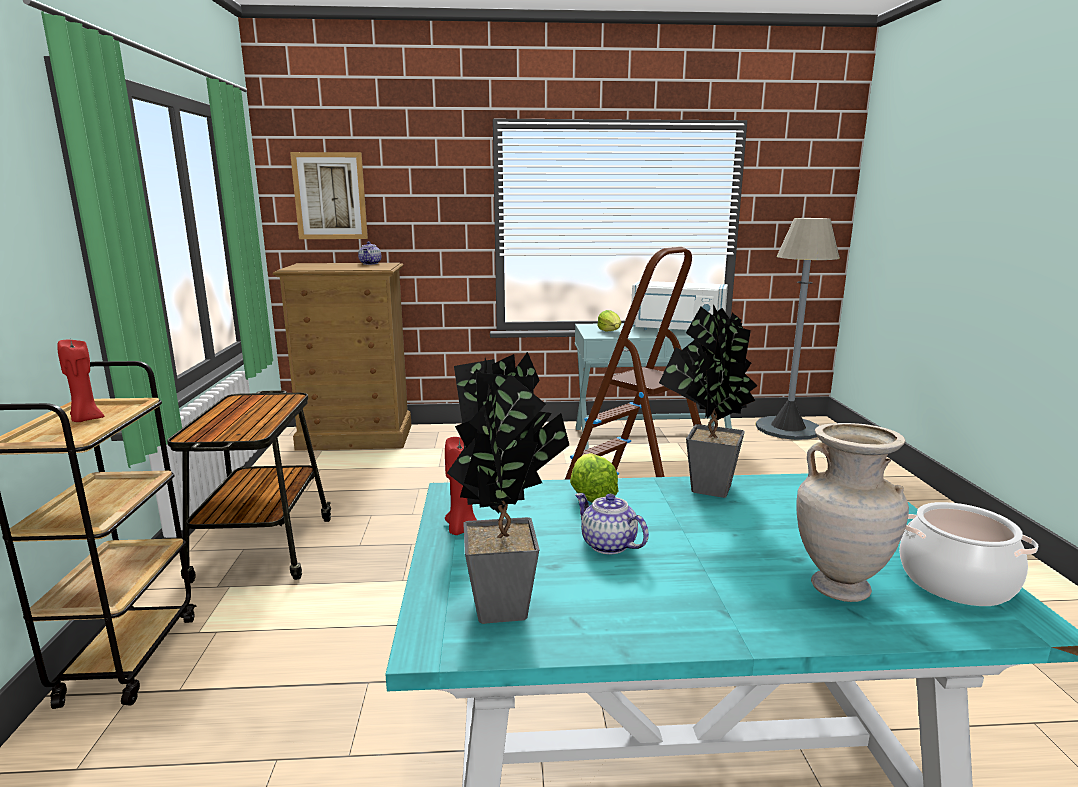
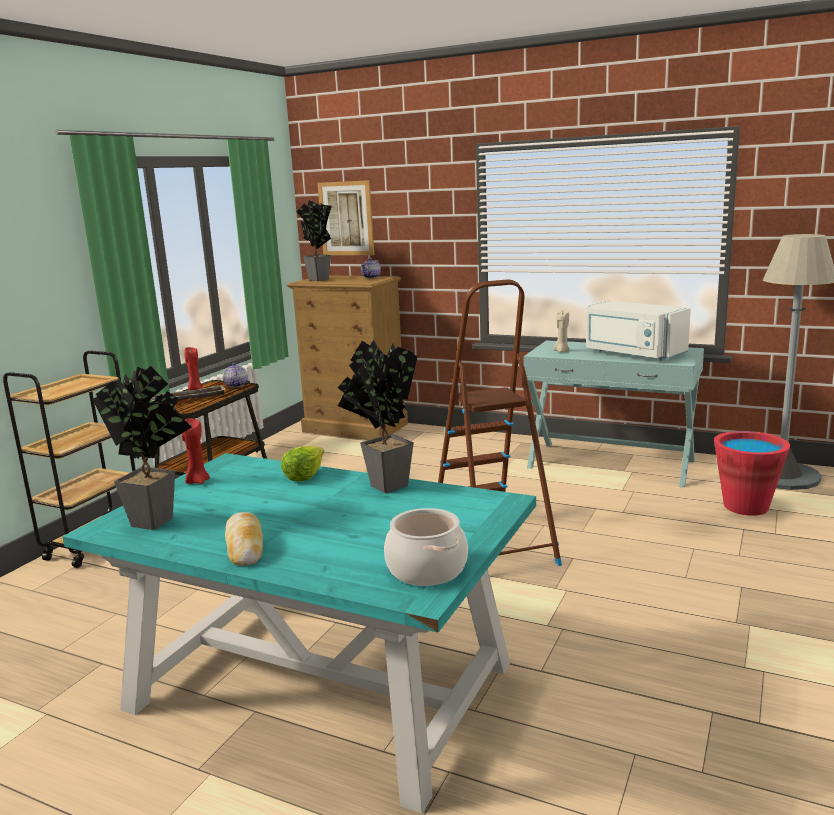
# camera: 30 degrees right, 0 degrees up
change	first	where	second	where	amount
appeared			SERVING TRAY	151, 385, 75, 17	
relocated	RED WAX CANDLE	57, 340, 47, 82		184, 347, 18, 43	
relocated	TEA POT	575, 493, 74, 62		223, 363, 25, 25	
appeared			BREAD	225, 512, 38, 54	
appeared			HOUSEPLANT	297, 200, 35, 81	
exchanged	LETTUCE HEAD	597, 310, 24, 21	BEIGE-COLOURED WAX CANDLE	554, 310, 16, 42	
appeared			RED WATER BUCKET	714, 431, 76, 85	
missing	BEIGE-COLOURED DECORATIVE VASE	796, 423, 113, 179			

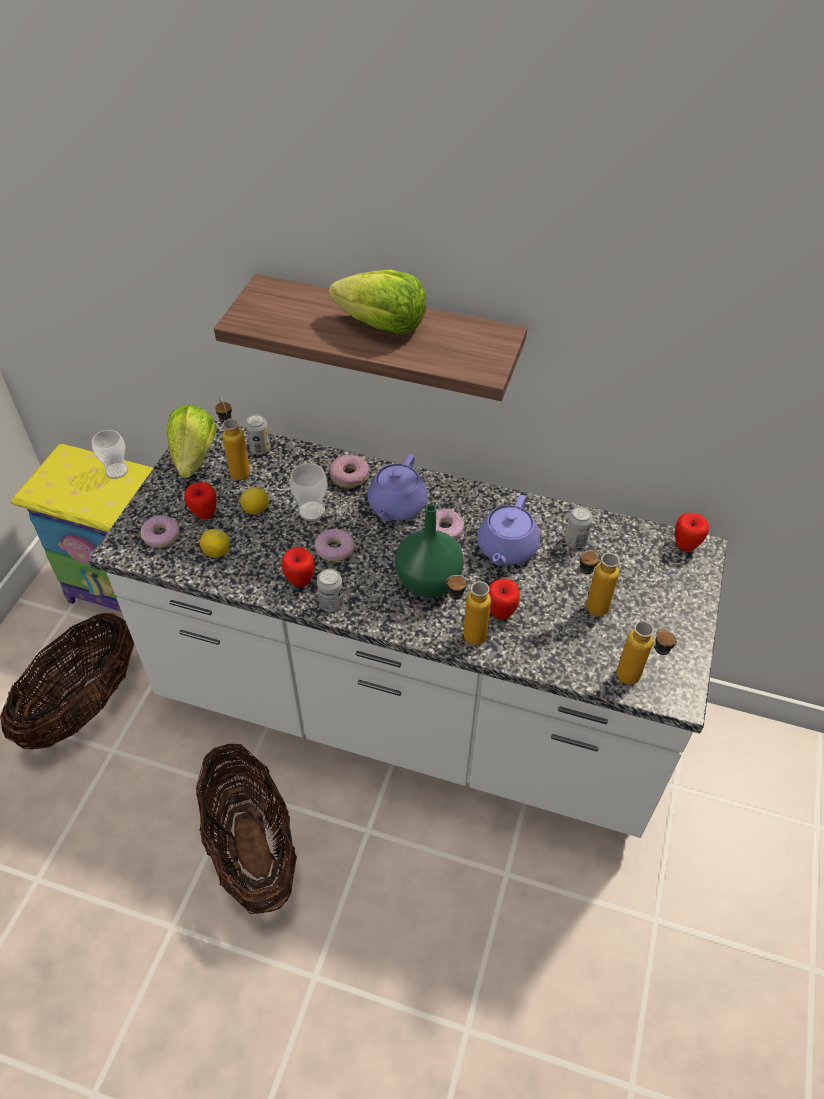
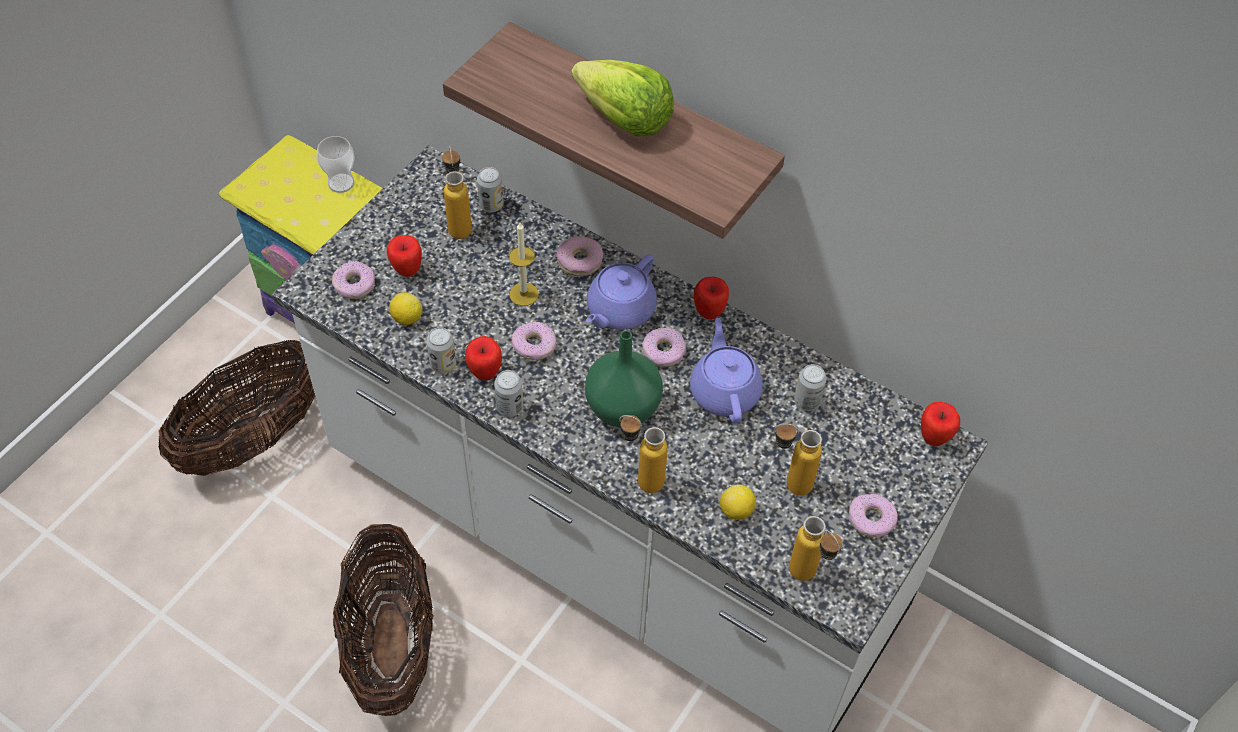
# camera: 15 degrees right, 5 degrees up
change	first	where	second	where	amount
appeared			SEALED CAN	426, 327, 30, 47	
exchanged	SMALL CUP	290, 463, 38, 58	WAX CANDLE	509, 223, 30, 83	
spun	PURPLE TEA POT	477, 495, 63, 71		690, 318, 73, 105	135 degrees clockwise
relocated	WHOLE APPLE	488, 579, 32, 41		694, 276, 35, 44	
relocated	LEMON	240, 487, 29, 28		720, 484, 36, 36	
appeared			DOUGHNUT	849, 494, 49, 44	
missing	LETTUCE HEAD	167, 404, 50, 74			

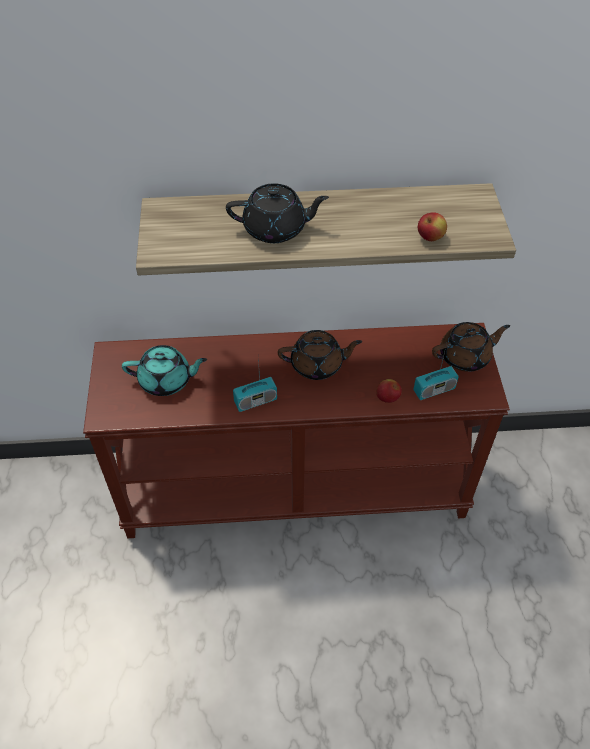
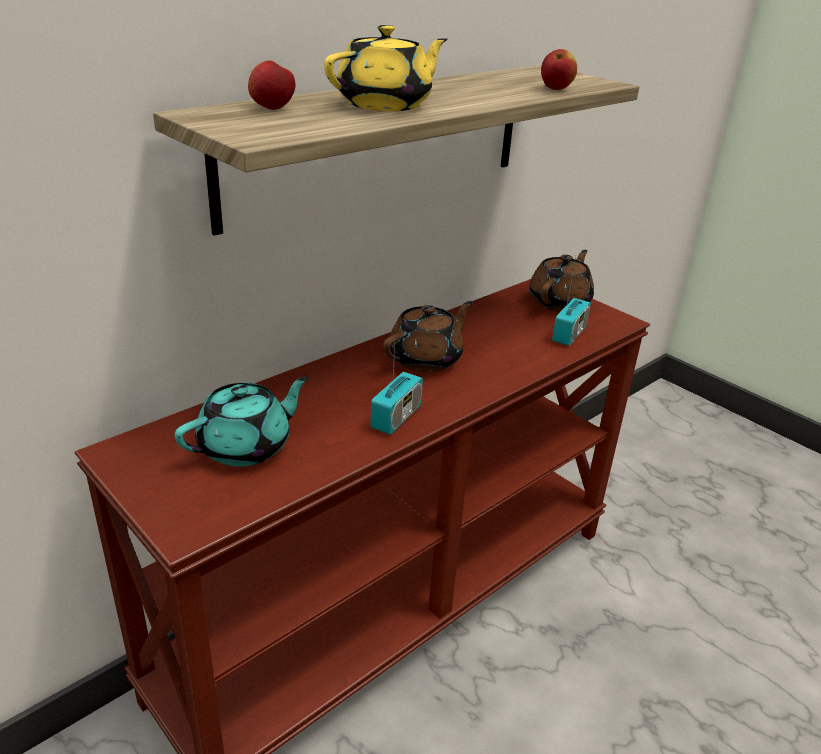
# camera: 40 degrees left, 20 degrees down
change	first	where	second	where	amount
relocated	WHOLE APPLE	376, 379, 26, 24		248, 60, 47, 50	
colour	BLACK-COLOURED TEA POT	226, 183, 103, 60	YELLOW TEA POT	324, 25, 124, 86	

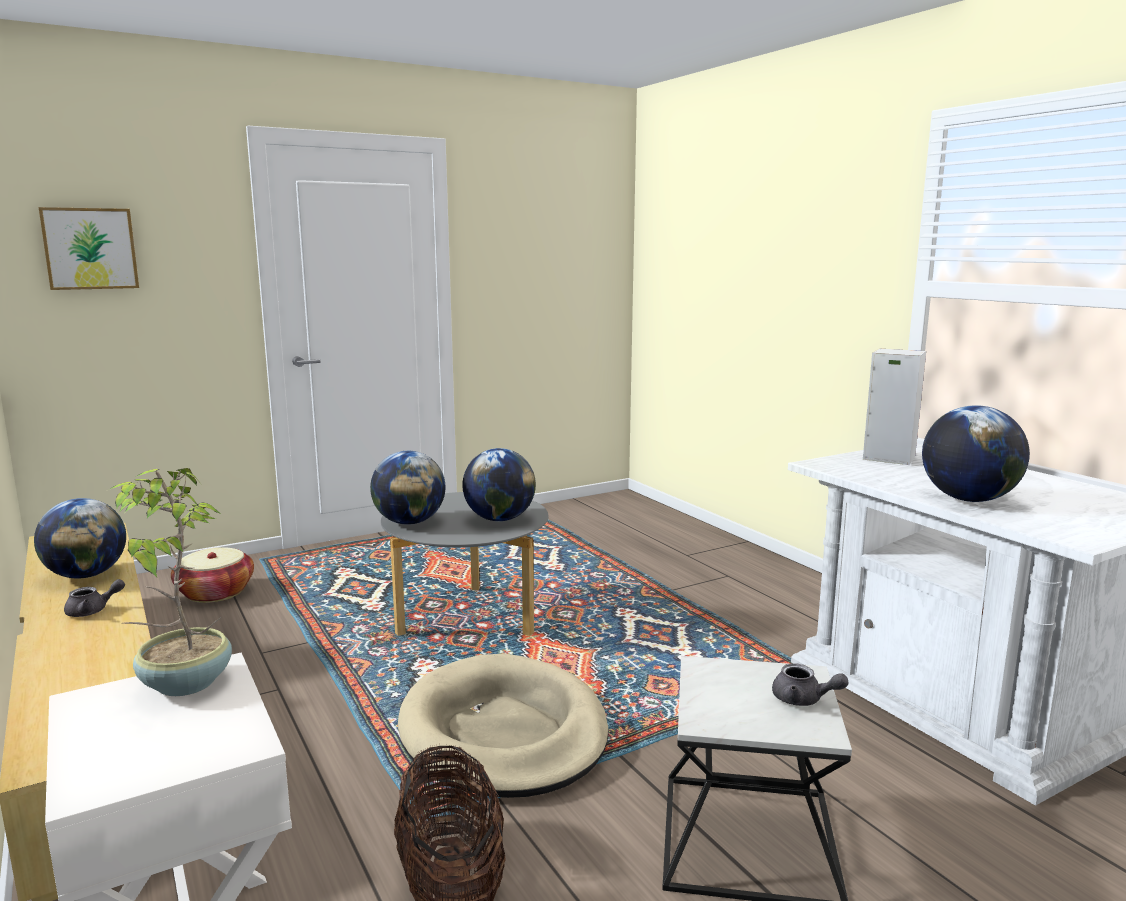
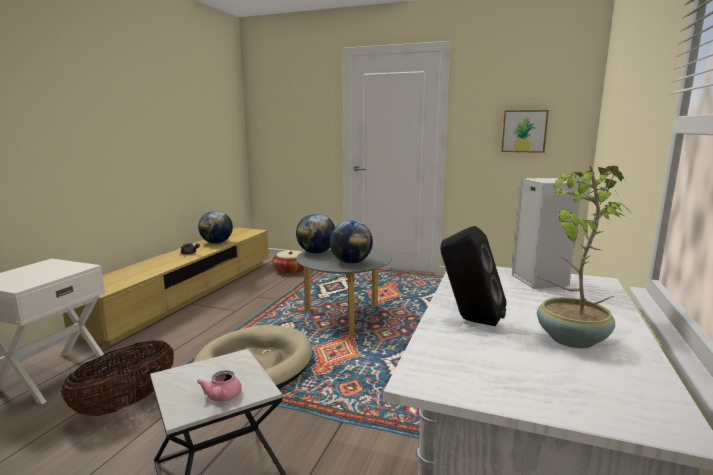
# camera: 50 degrees right, 0 degrees up
change	first	where	second	where	amount
colour	GREYISH TEA POT	772, 663, 77, 43	PINKISH TEA POT	197, 370, 45, 32	
exchanged	GLOBE	922, 405, 108, 97	BLACK-COLOURED LOUDSPEAKER	440, 226, 67, 100	
relocated	PICTURE	39, 207, 100, 83		501, 110, 48, 43	
relocated	HOUSEPLANT	108, 468, 124, 228		537, 165, 93, 183	

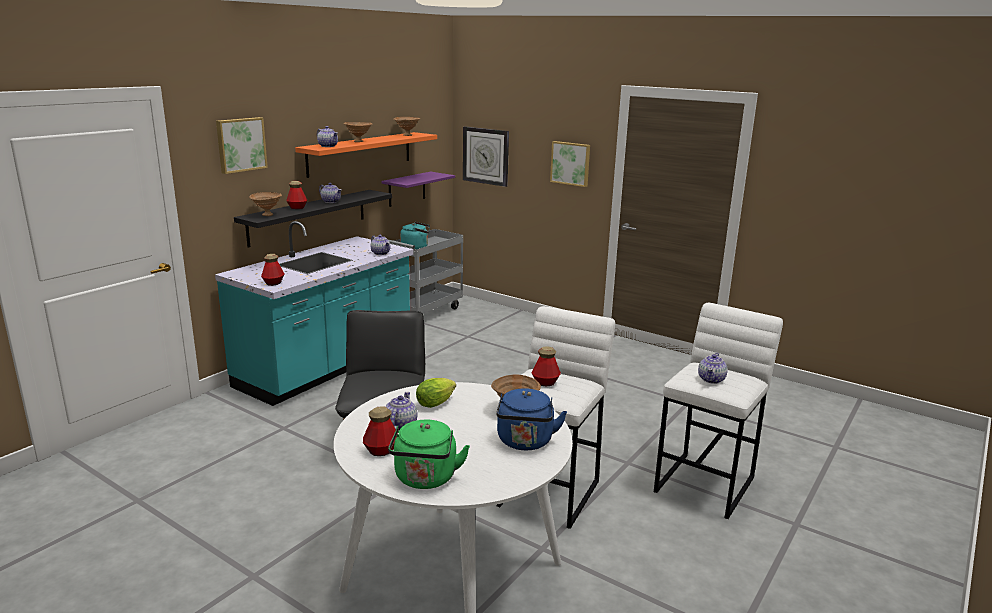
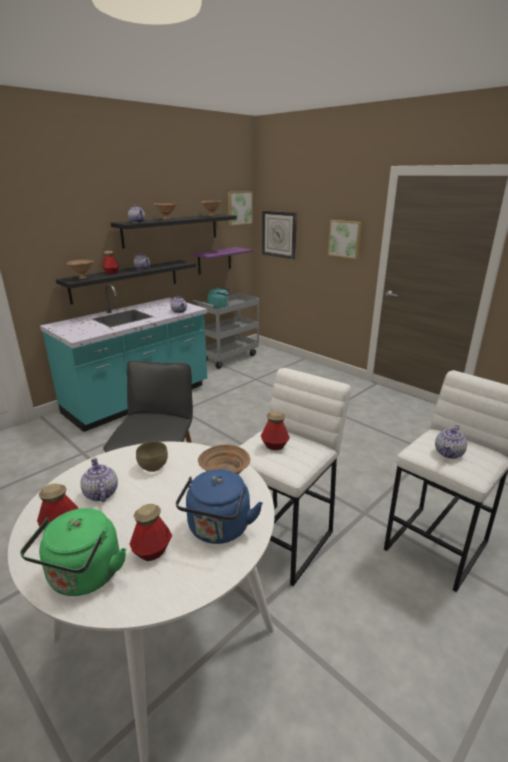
# camera: 10 degrees right, 5 degrees up
change	first	where	second	where	amount
spun	TEA POT	385, 392, 33, 38		80, 458, 38, 44	45 degrees counterclockwise
colour	ORANGE SHELF	295, 132, 142, 46	BLACK-COLOURED SHELF	111, 214, 126, 35	
relocated	DRINK BOTTLE	261, 254, 23, 32		130, 504, 42, 57	
exchanged	LETTUCE HEAD	416, 378, 40, 30	BROWN SERVING BOWL	136, 441, 32, 31	
relocated	PICTURE	216, 117, 52, 57		228, 191, 25, 34	

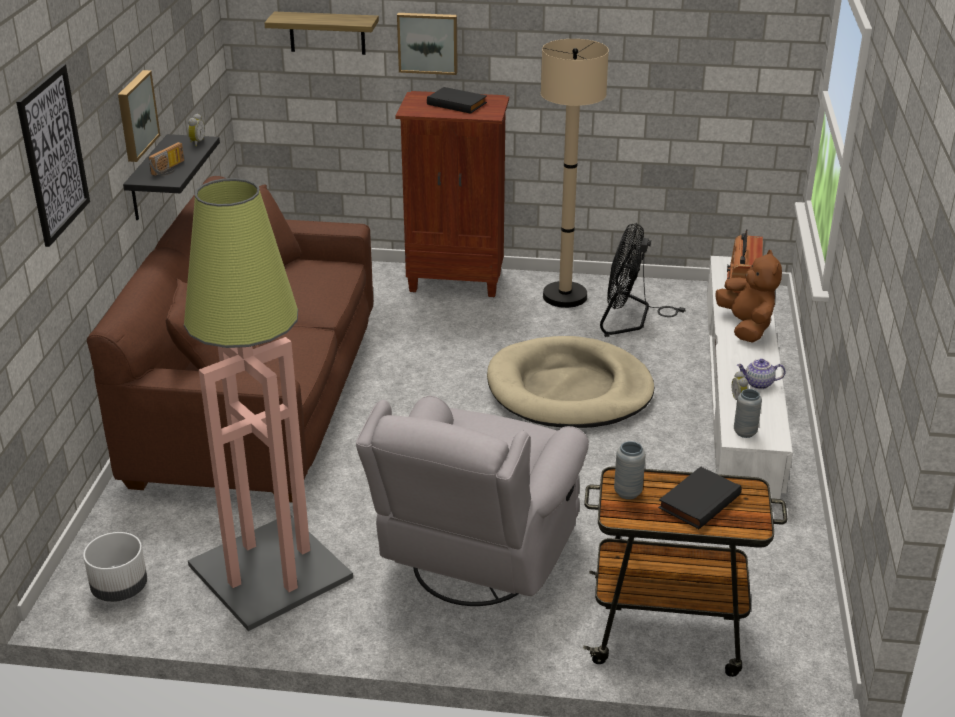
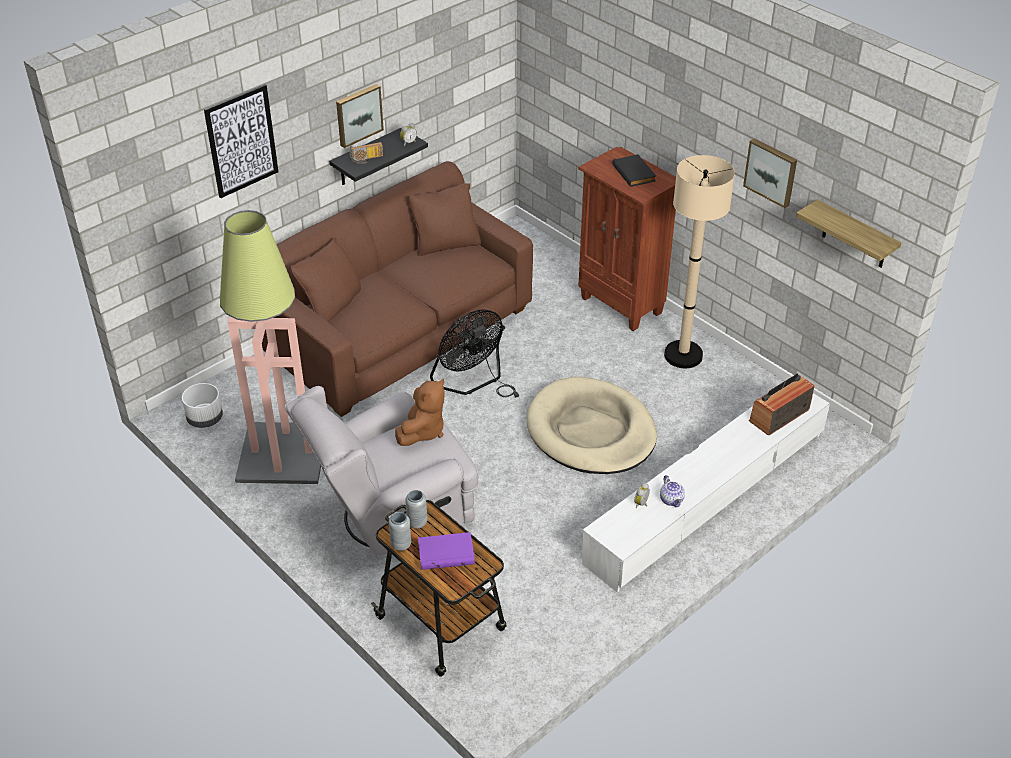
# camera: 40 degrees right, 10 degrees up
change	first	where	second	where	amount
relocated	GREYISH DECORATIVE VASE	734, 389, 28, 49		389, 512, 22, 39	
relocated	BROWN SOFT TOY	715, 250, 67, 93		395, 379, 50, 67	
colour	BLACK-COLOURED VOLUME	658, 467, 84, 62	PURPLE VOLUME	418, 532, 57, 38	
relocated	BLACK-COLOURED ELECTRIC FAN	600, 223, 87, 114		430, 310, 89, 88	
spun	TEA POT	736, 359, 50, 30		660, 475, 25, 32	150 degrees counterclockwise
relocated	PICTURE	397, 13, 61, 62		743, 139, 54, 69	
relocated	SHELF	264, 11, 115, 44		796, 199, 105, 69	

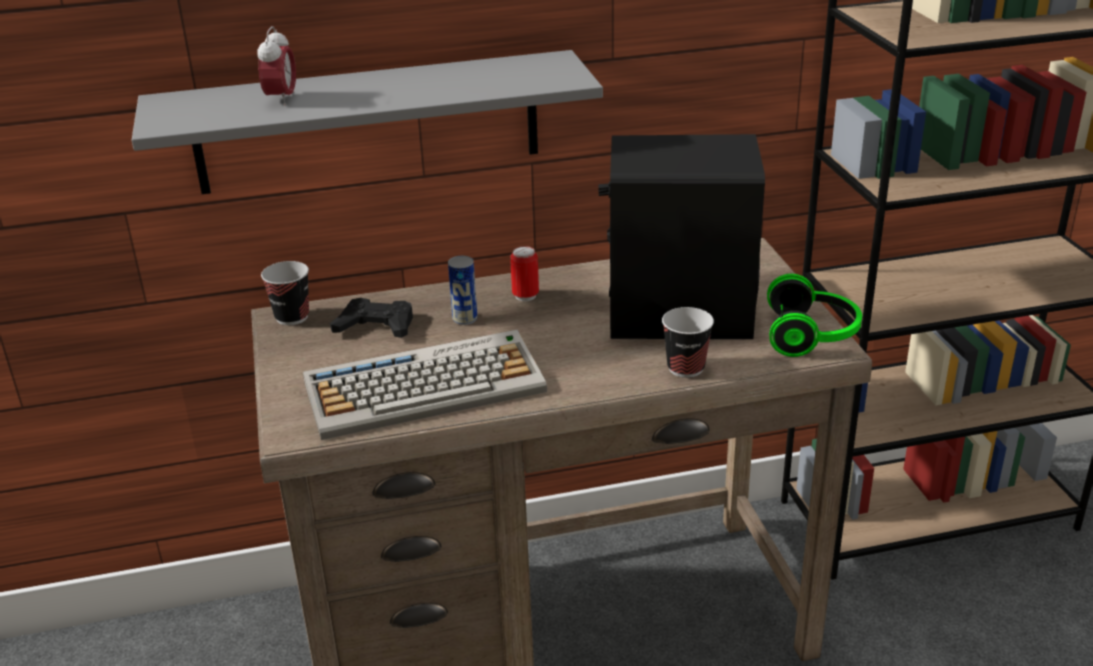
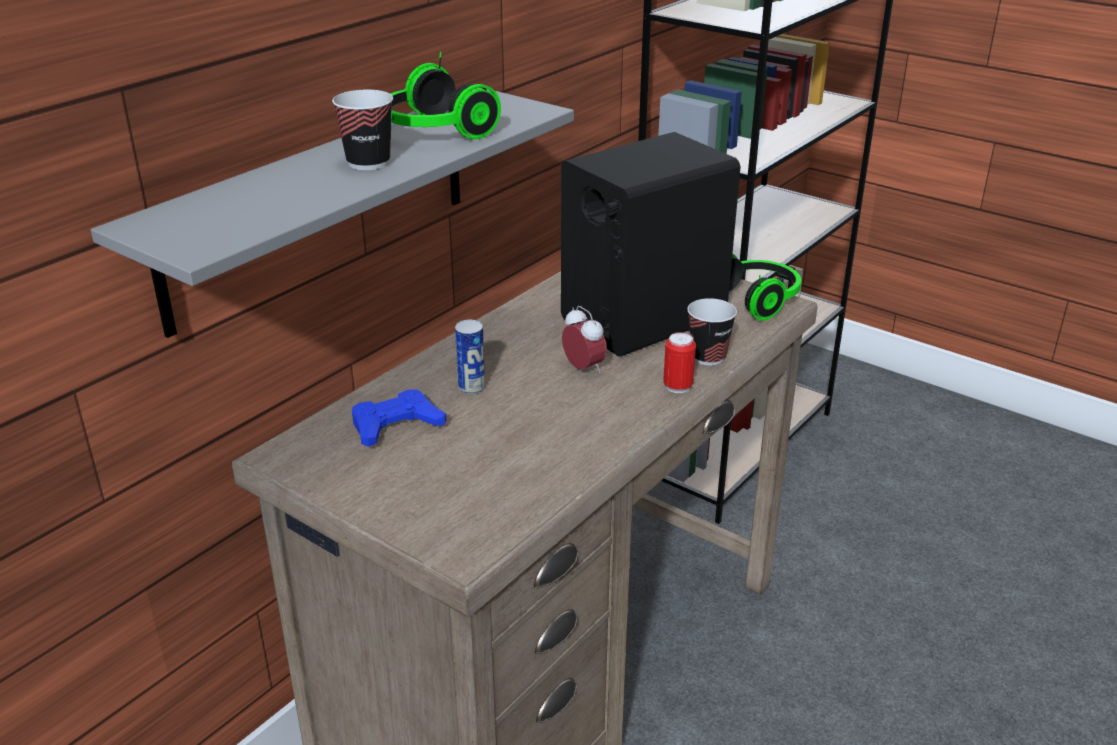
# camera: 40 degrees left, 0 degrees up
change	first	where	second	where	amount
relocated	SMALL CUP	261, 261, 48, 64		332, 90, 61, 80	
colour	BLACK-COLOURED GAMEPAD	330, 298, 83, 40	BLUE-COLOURED GAMEPAD	352, 389, 94, 58	
appeared			HEADSET	390, 52, 111, 88	
relocated	TABLE CLOCK	257, 26, 39, 80		562, 306, 45, 68	
relocated	SEALED CAN	510, 246, 29, 55		663, 332, 33, 61	
missing	COMPUTER KEYBOARD	303, 330, 244, 110			

